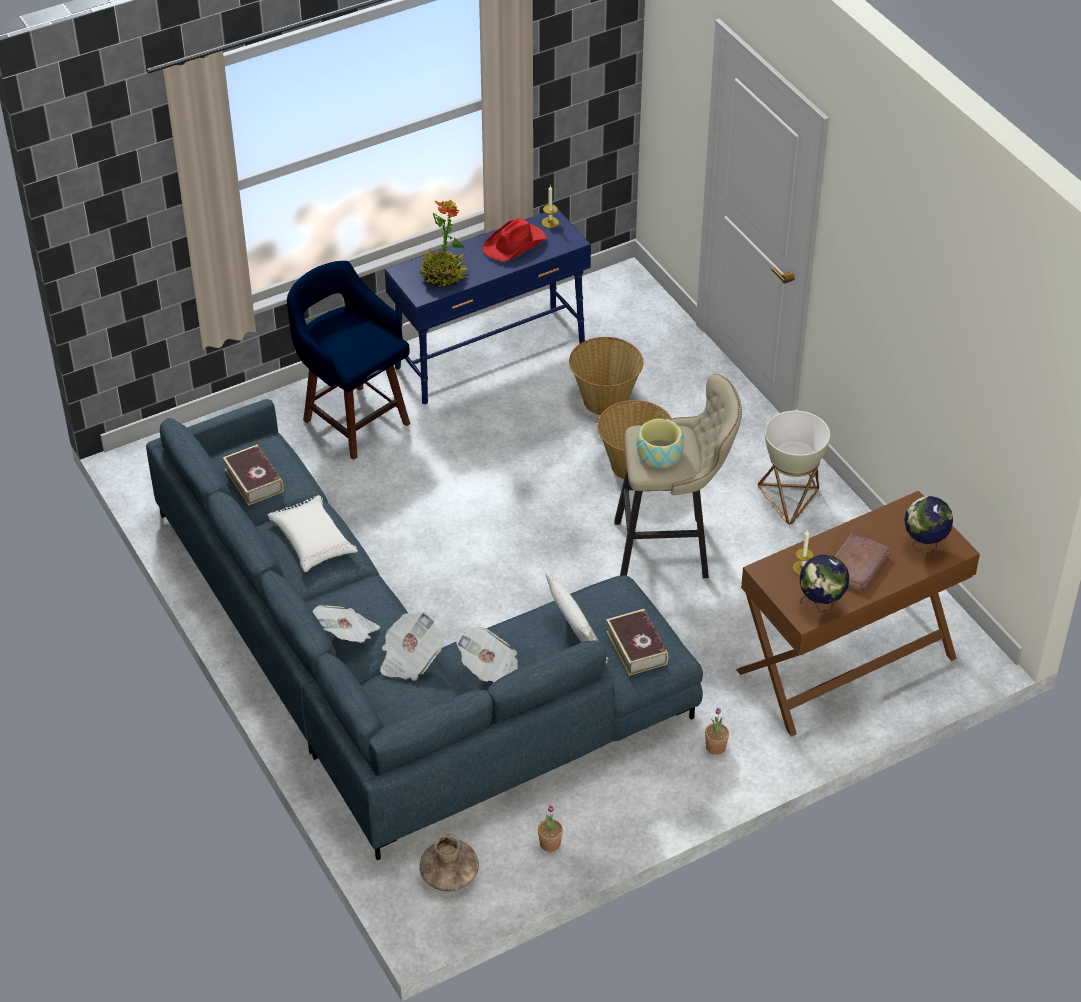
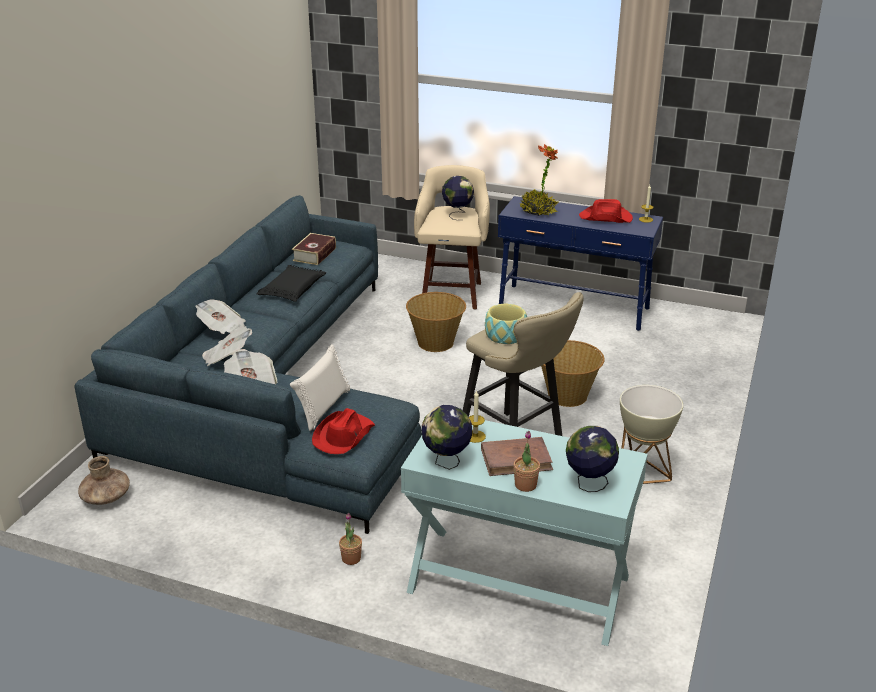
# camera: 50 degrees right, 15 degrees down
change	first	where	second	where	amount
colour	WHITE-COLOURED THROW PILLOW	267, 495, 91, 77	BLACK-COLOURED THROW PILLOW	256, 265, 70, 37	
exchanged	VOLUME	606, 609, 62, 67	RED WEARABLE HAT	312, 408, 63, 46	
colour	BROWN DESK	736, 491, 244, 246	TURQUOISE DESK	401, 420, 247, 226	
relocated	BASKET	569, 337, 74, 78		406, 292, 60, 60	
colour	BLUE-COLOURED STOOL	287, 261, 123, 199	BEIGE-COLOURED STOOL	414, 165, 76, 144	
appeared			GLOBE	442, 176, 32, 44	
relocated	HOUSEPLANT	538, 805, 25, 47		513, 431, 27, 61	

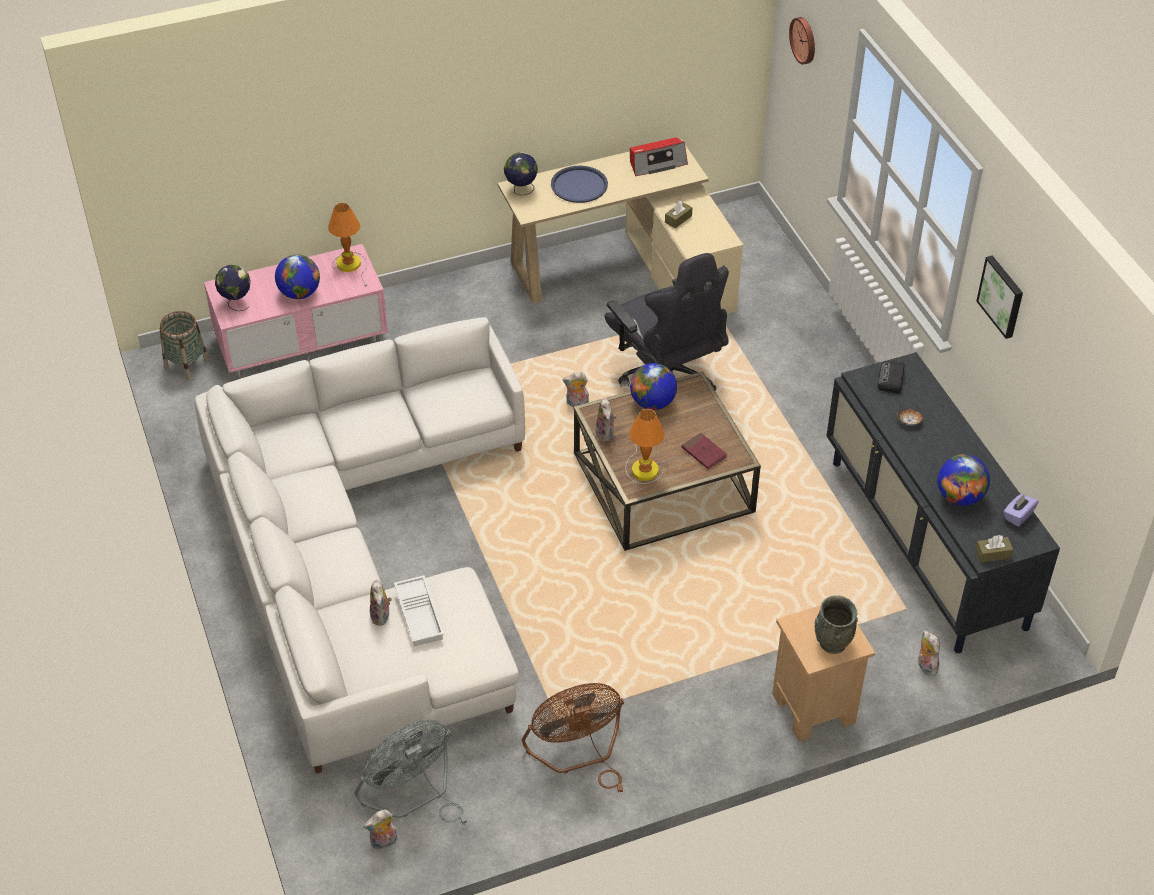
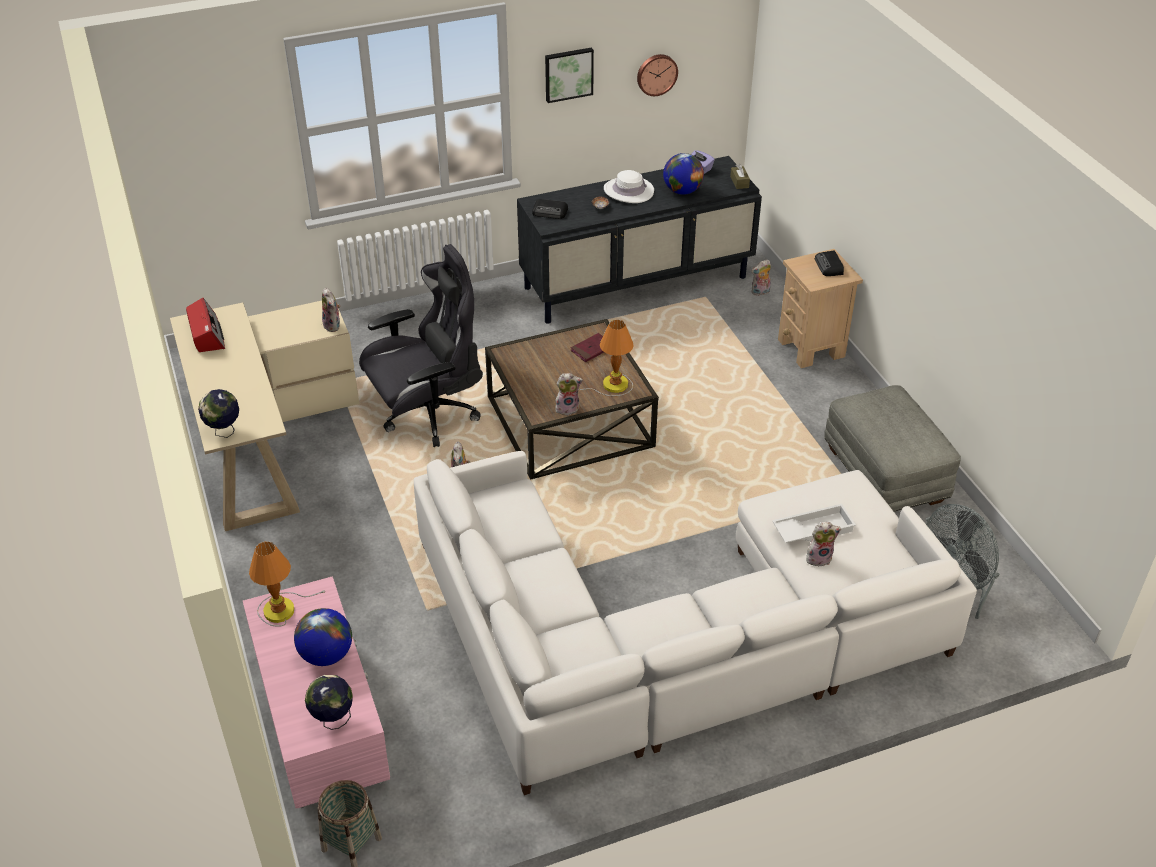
# camera: 90 degrees left, 5 degrees down
change	first	where	second	where	amount
relocated	SOFT TOY	363, 810, 34, 39		322, 288, 19, 44	
appeared			WHITE-COLOURED WEARABLE HAT	604, 170, 50, 33	
relocated	HANGING CLOCK	789, 17, 26, 48		637, 54, 41, 42	
exchanged	GREYISH DECORATIVE VASE	814, 596, 44, 58	RADIO	815, 250, 29, 26	
exchanged	BROWN ELECTRIC FAN	522, 683, 102, 109	GREYISH POUFFE	824, 385, 137, 127	
missing	BLUE-COLOURED SERVING TRAY	551, 166, 57, 37			
missing	GLOBE	630, 363, 47, 47			
missing	BROWN TISSUE HOLDER	665, 201, 27, 27			

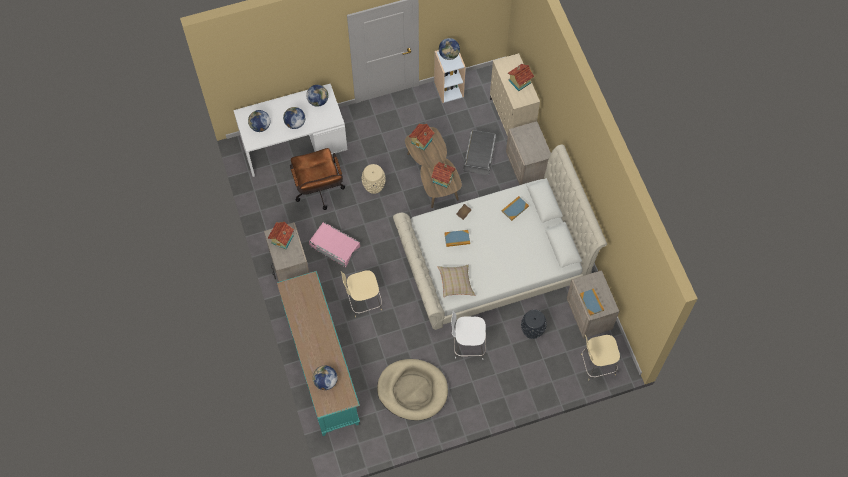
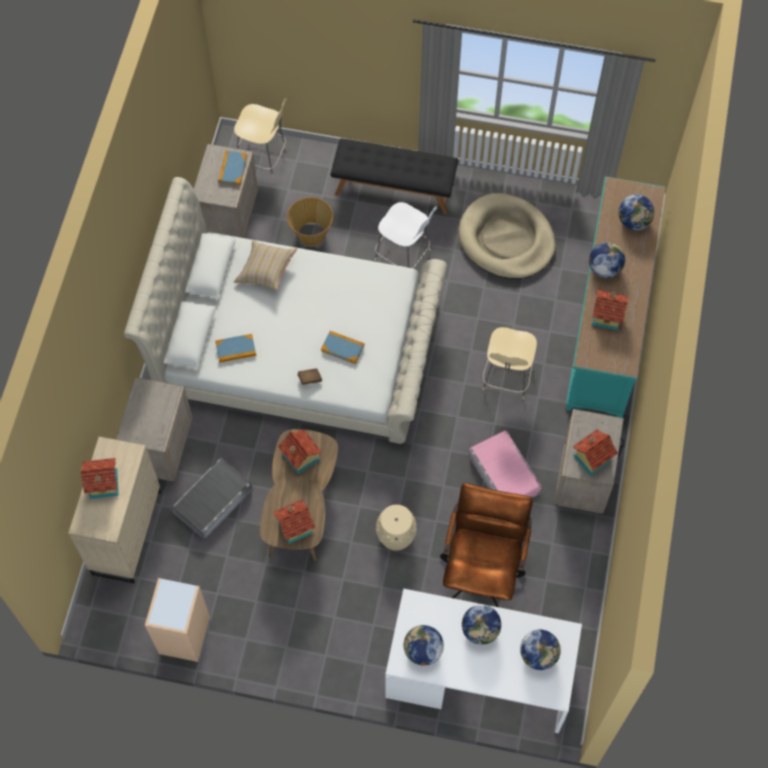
# camera: 150 degrees left, 0 degrees up
change	first	where	second	where	amount
relocated	BEIGE-COLOURED THROW PILLOW	437, 265, 38, 32		234, 240, 63, 50	
exchanged	BLACK-COLOURED STOOL	521, 310, 26, 29	BASKET	287, 197, 46, 49	
appeared			BLACK-COLOURED LONG SEAT	331, 138, 127, 77	
spun	BEIGE-COLOURED CHAIR	341, 270, 41, 47		482, 327, 55, 72	90 degrees clockwise
relocated	GLOBE	439, 38, 21, 22		589, 242, 36, 36	
appeared			MINIATURE HOUSE	592, 290, 36, 41	

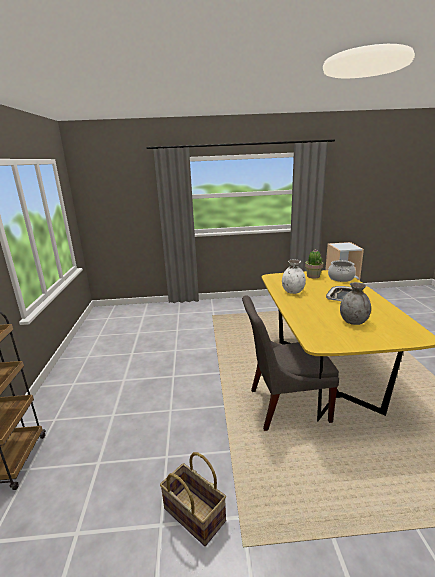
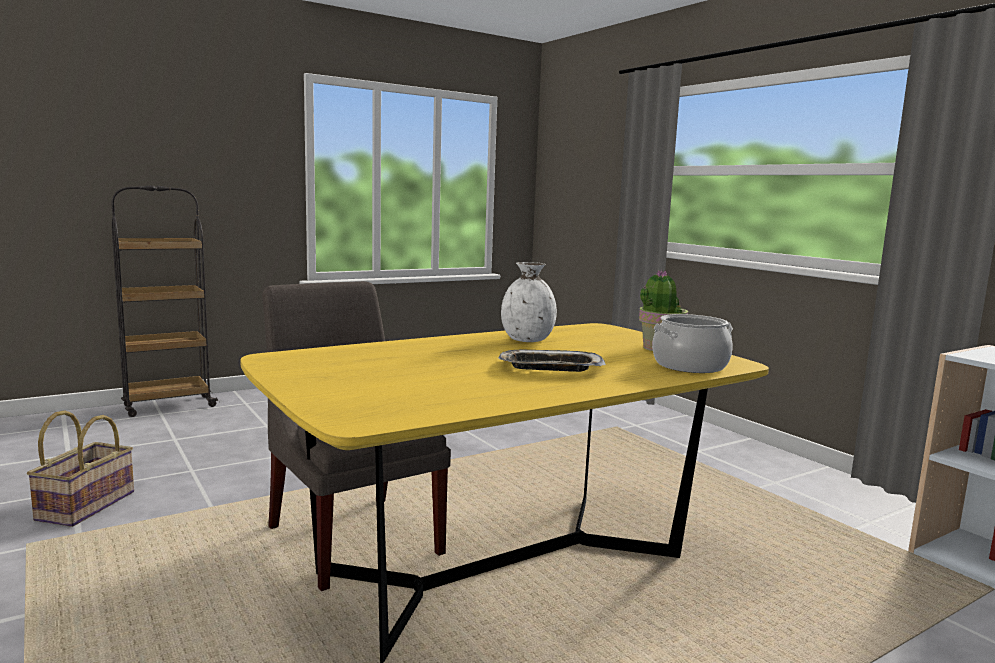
# camera: 60 degrees right, 10 degrees down
change	first	where	second	where	amount
missing	GREYISH DECORATIVE VASE	340, 282, 31, 43			

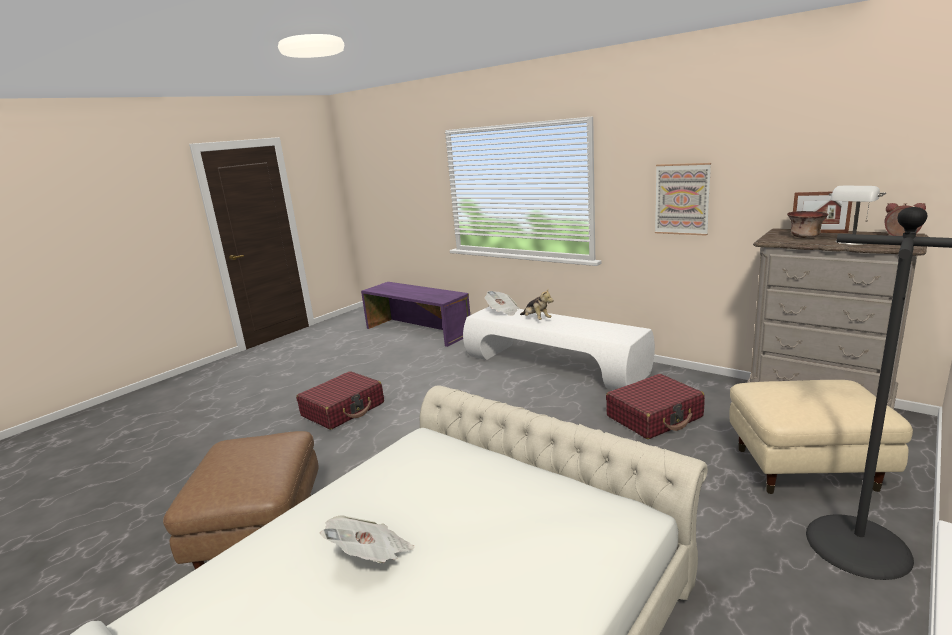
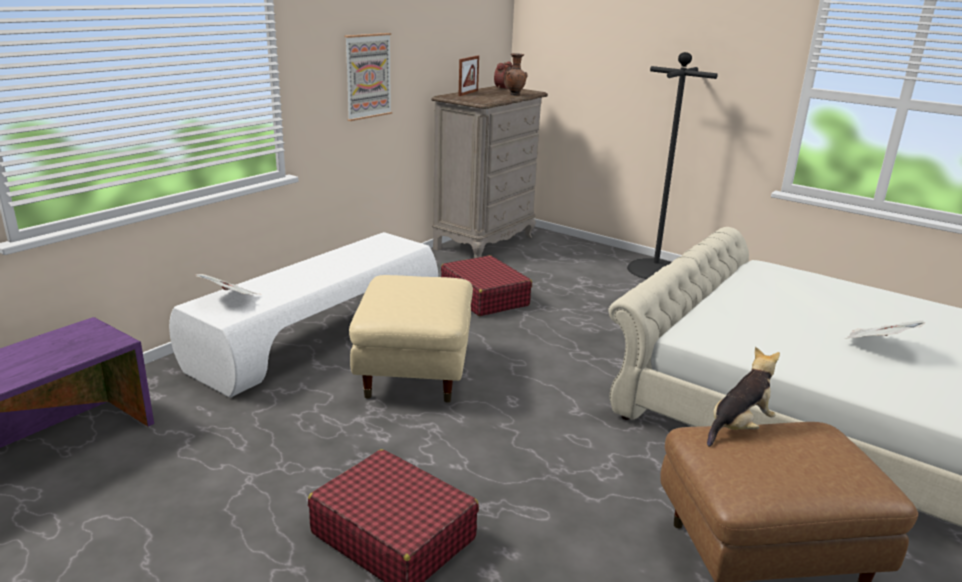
# camera: 95 degrees left, 5 degrees up
change	first	where	second	where	amount
relocated	BEIGE-COLOURED POUFFE	729, 380, 184, 114		349, 275, 124, 128	
exchanged	WHITE-COLOURED LAMP FOR A TABLE	829, 186, 57, 59	BROWN DECORATIVE VASE	505, 53, 23, 43	
relocated	SOFT TOY	520, 289, 34, 31		707, 347, 73, 100	
missing	SERVING BOWL	787, 211, 42, 27			

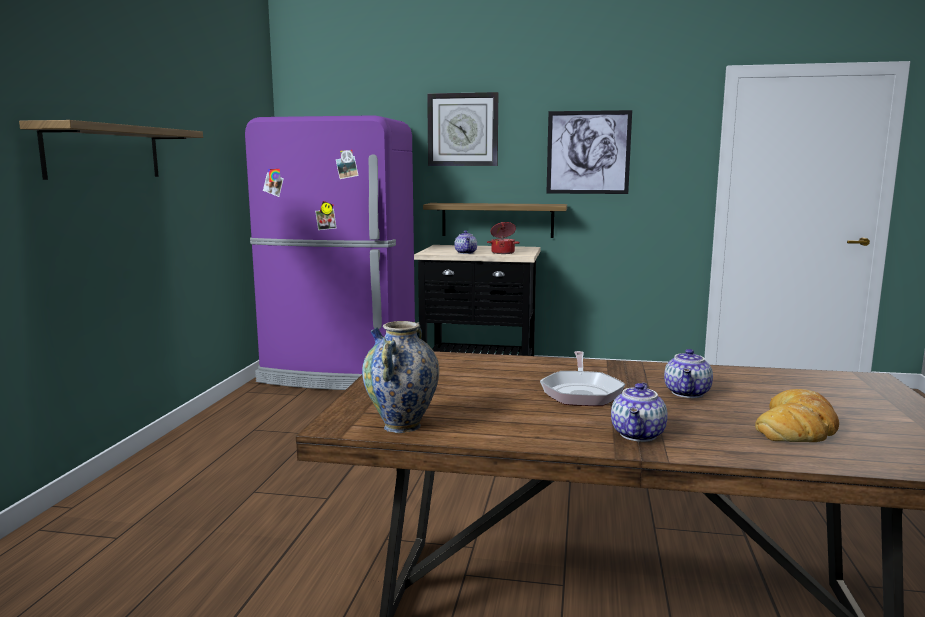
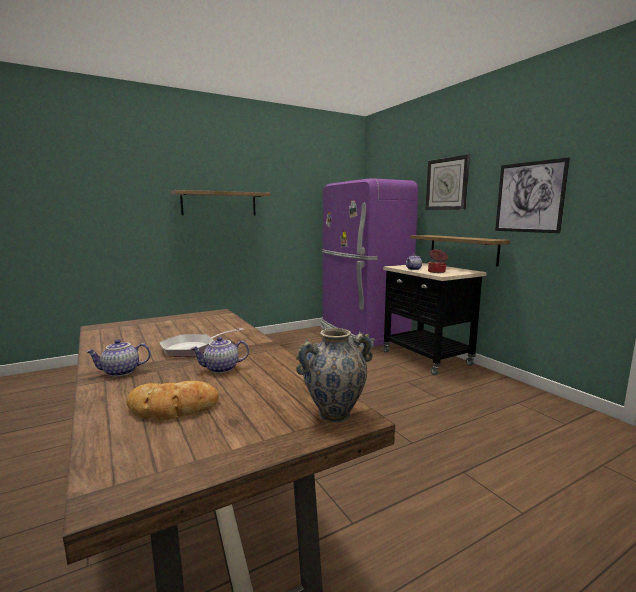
# camera: 50 degrees right, 0 degrees up
change	first	where	second	where	amount
relocated	DECORATIVE VASE	362, 321, 77, 112		296, 328, 77, 94	

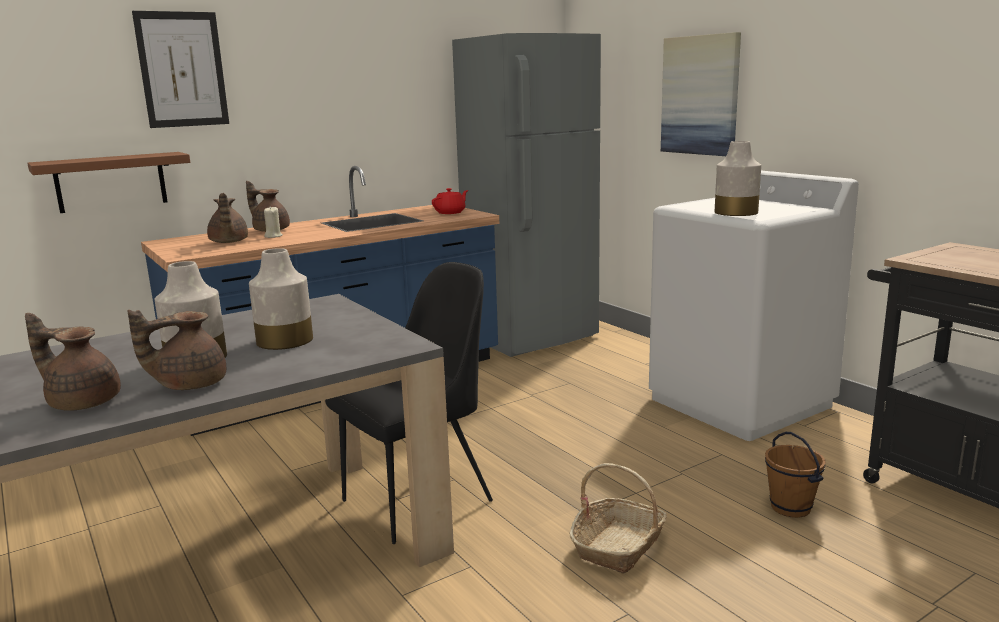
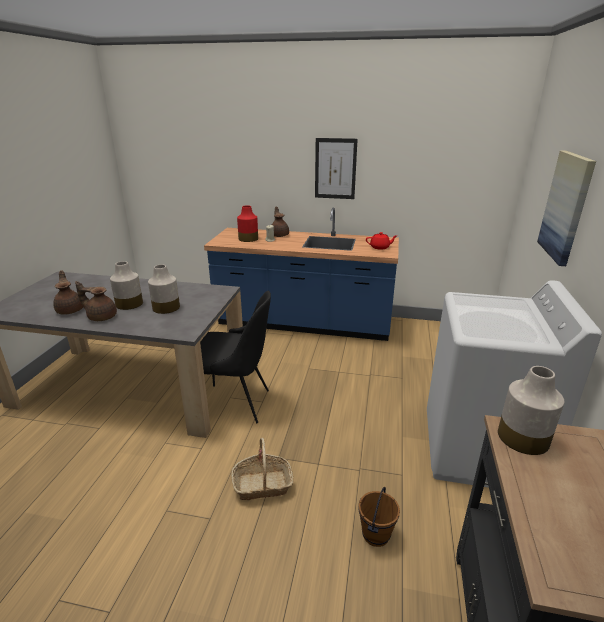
# camera: 45 degrees right, 10 degrees up
change	first	where	second	where	amount
exchanged	BROWN TEA POT	207, 193, 41, 50	RED DECORATIVE VASE	237, 205, 21, 37	
relocated	PICTURE	132, 11, 97, 117		315, 138, 43, 61	
relocated	BEIGE-COLOURED DECORATIVE VASE	714, 141, 47, 75		498, 366, 66, 89	
missing	BROWN SHELF	27, 152, 163, 61			
missing	GREYISH KITCHEN FRIDGE	452, 33, 149, 324			

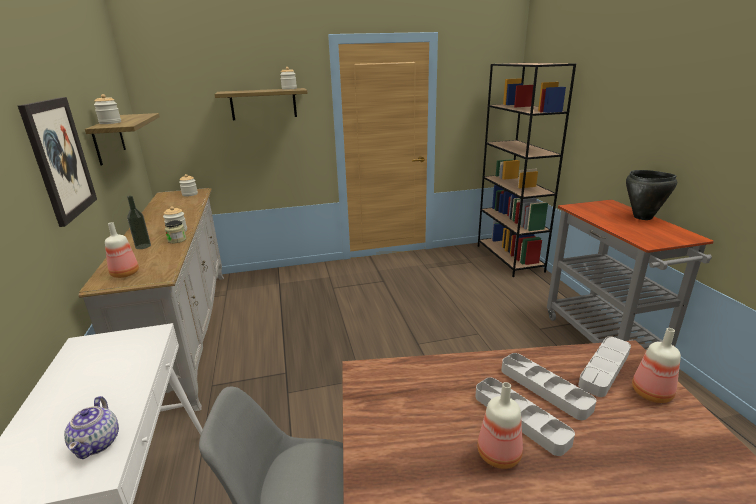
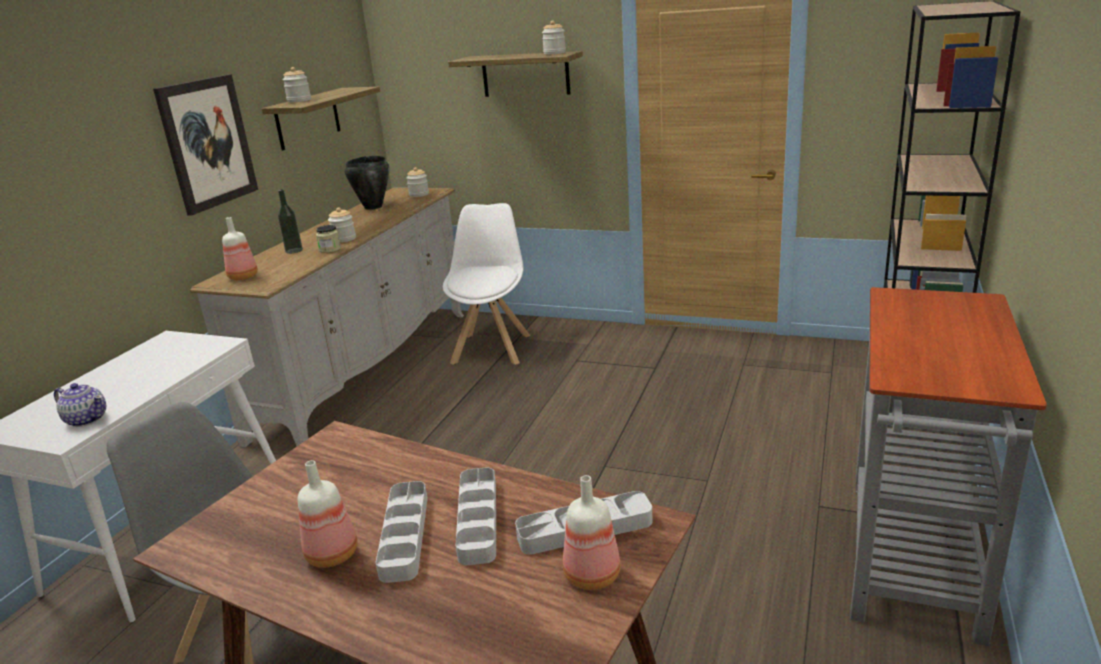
# camera: 35 degrees right, 0 degrees up
change	first	where	second	where	amount
spun	TEA POT	64, 396, 55, 63		54, 383, 52, 44	90 degrees counterclockwise
relocated	BLACK-COLOURED COOKING POT	626, 170, 51, 50		344, 156, 45, 54	
appeared			WHITE-COLOURED CHAIR	443, 203, 88, 162	

